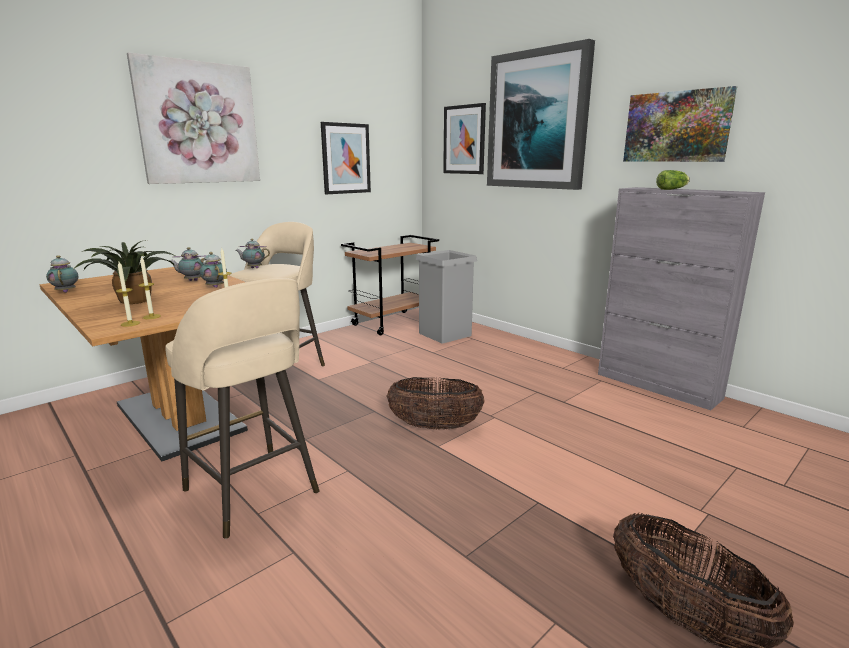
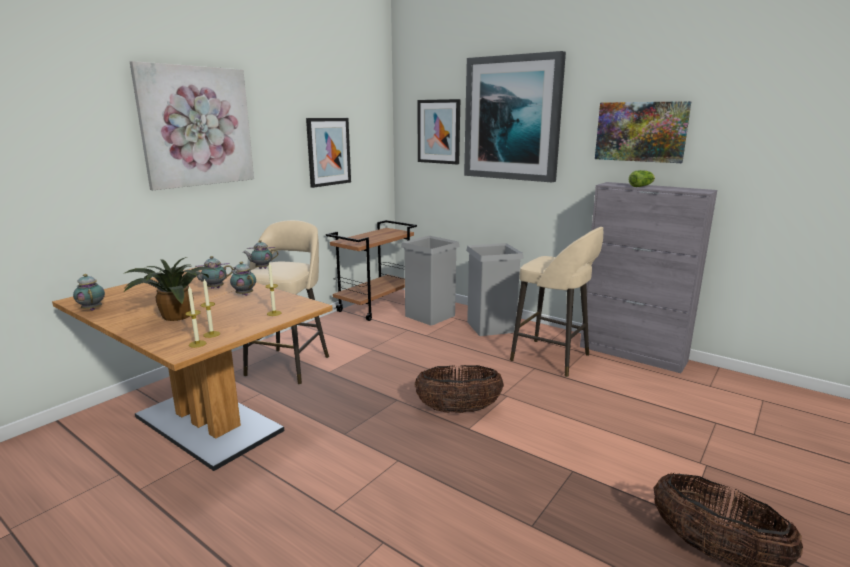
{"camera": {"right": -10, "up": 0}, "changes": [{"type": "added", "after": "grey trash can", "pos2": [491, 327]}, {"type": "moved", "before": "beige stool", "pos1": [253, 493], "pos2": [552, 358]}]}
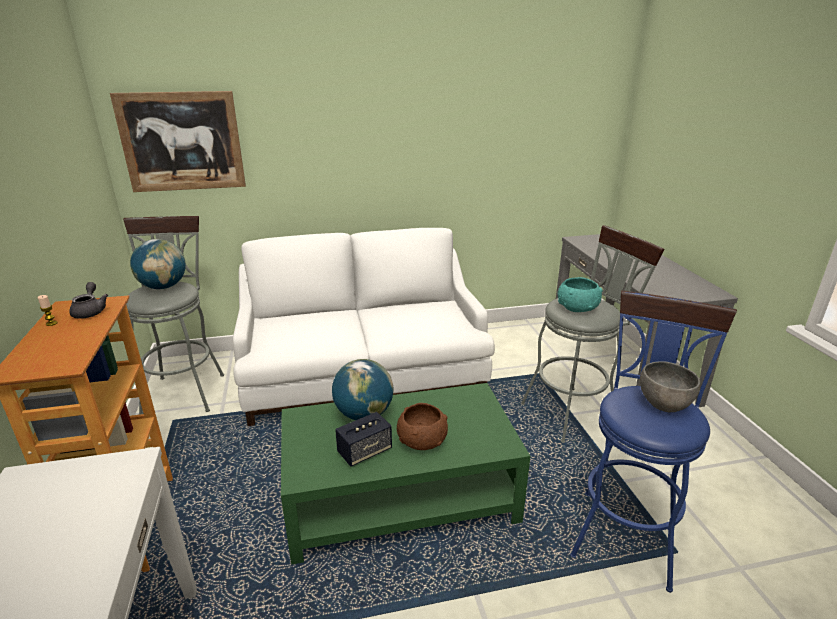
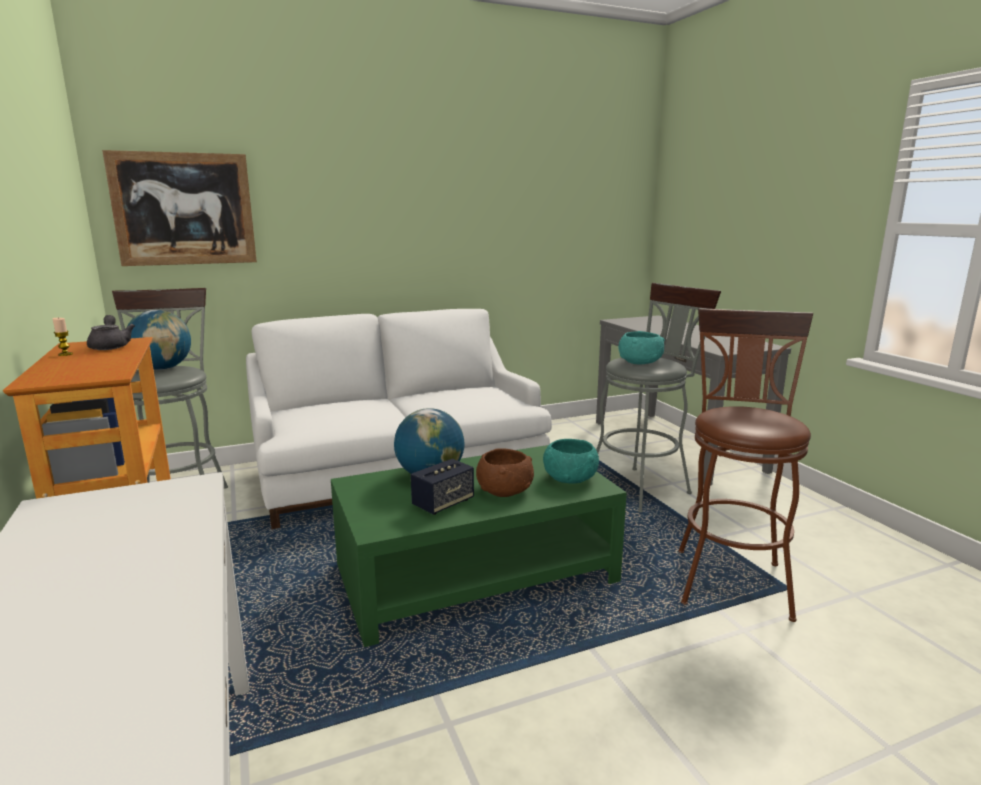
{"camera": {"right": -10, "up": -10}, "changes": [{"type": "added", "after": "turquoise bowl", "pos2": [570, 478]}, {"type": "recoloured", "before": "blue stool", "after": "brown stool", "pos1": [625, 530], "pos2": [730, 576]}, {"type": "removed", "before": "grey bowl", "pos1": [664, 405]}]}
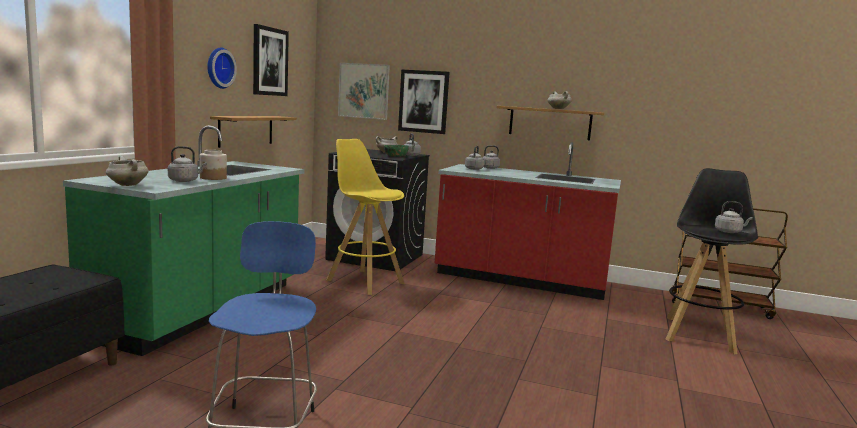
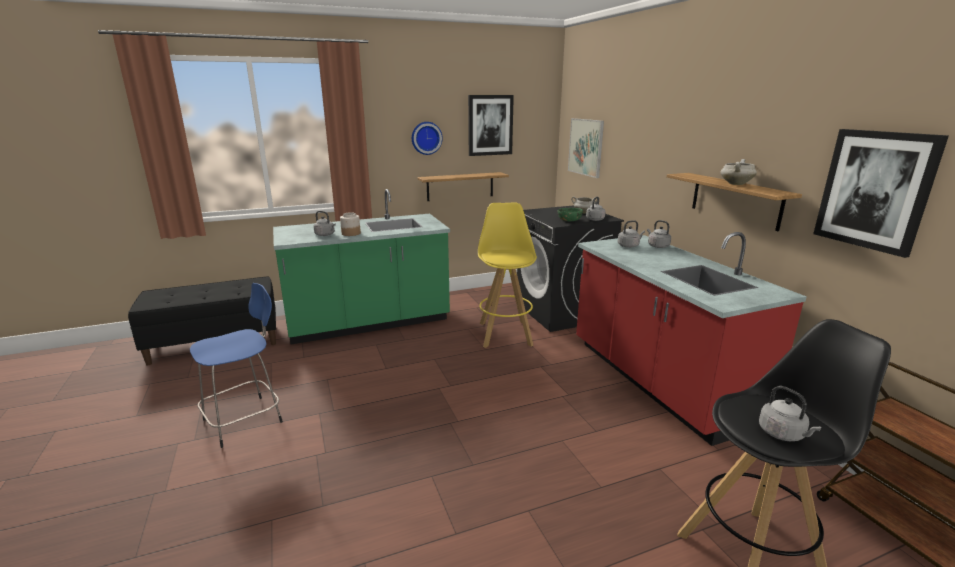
{"camera": {"right": 50, "up": 10}, "changes": [{"type": "moved", "before": "picture", "pos1": [423, 101], "pos2": [875, 190]}, {"type": "removed", "before": "white cooking pot", "pos1": [127, 185]}]}
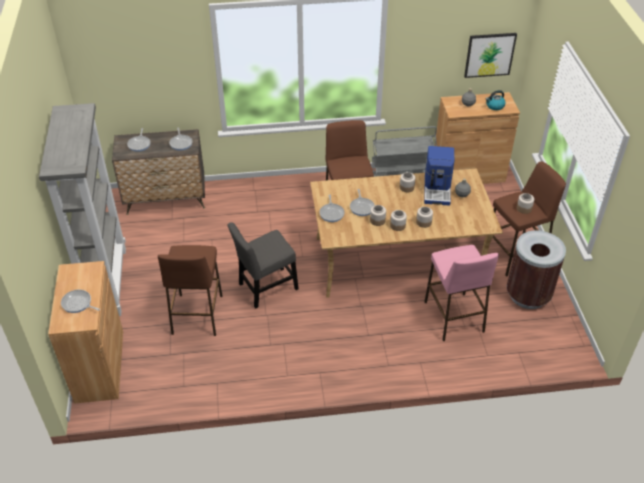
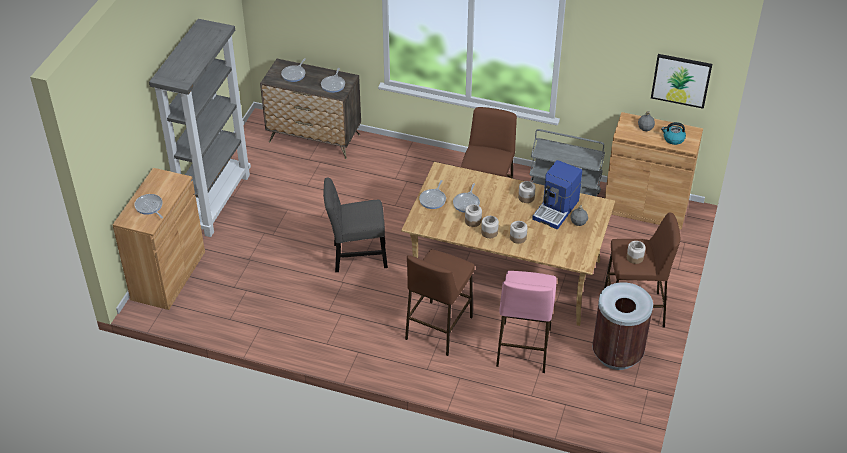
{"camera": {"right": 25, "up": 0}, "changes": [{"type": "moved", "before": "brown stool", "pos1": [197, 315], "pos2": [438, 328]}]}
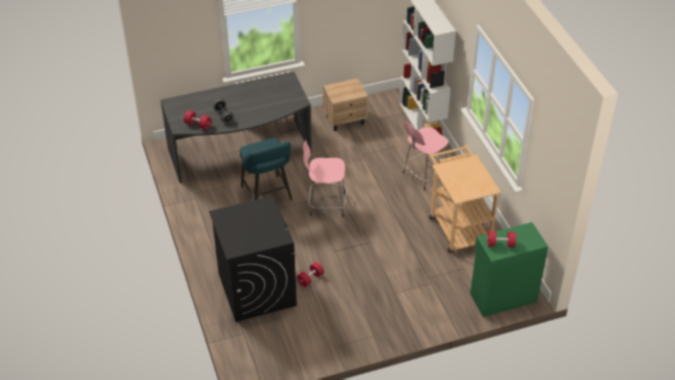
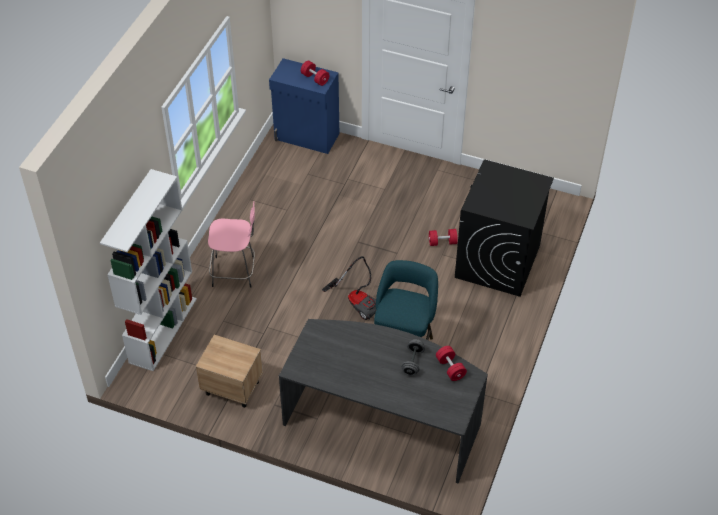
{"camera": {"right": -140, "up": 5}, "changes": [{"type": "recoloured", "before": "green cabinet", "after": "blue cabinet", "pos1": [502, 297], "pos2": [306, 137]}, {"type": "replaced", "before": "pink stool", "after": "vacuum cleaner", "pos1": [326, 204], "pos2": [357, 302]}, {"type": "removed", "before": "beige cart", "pos1": [457, 226]}]}
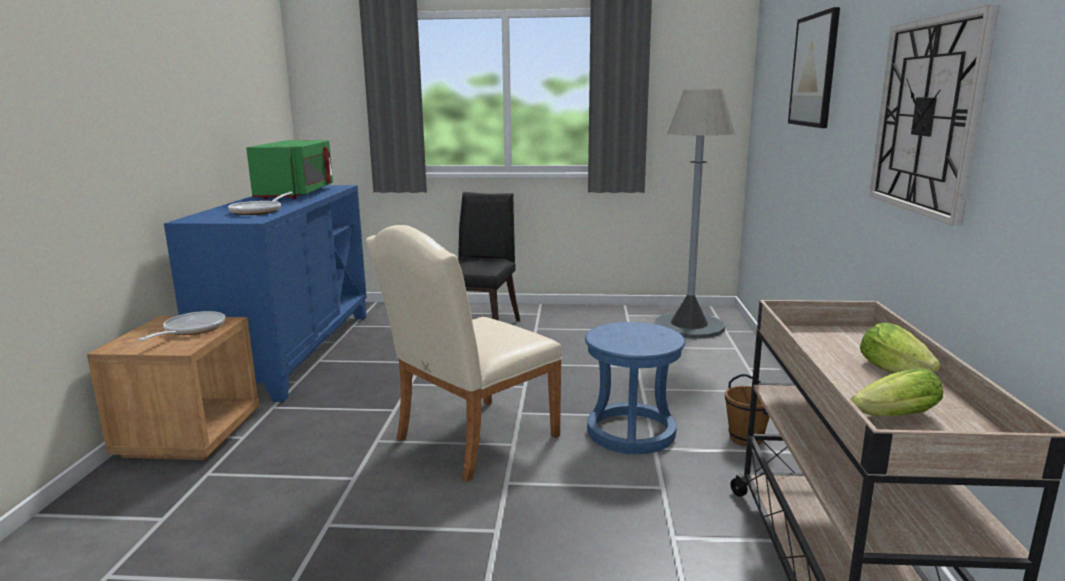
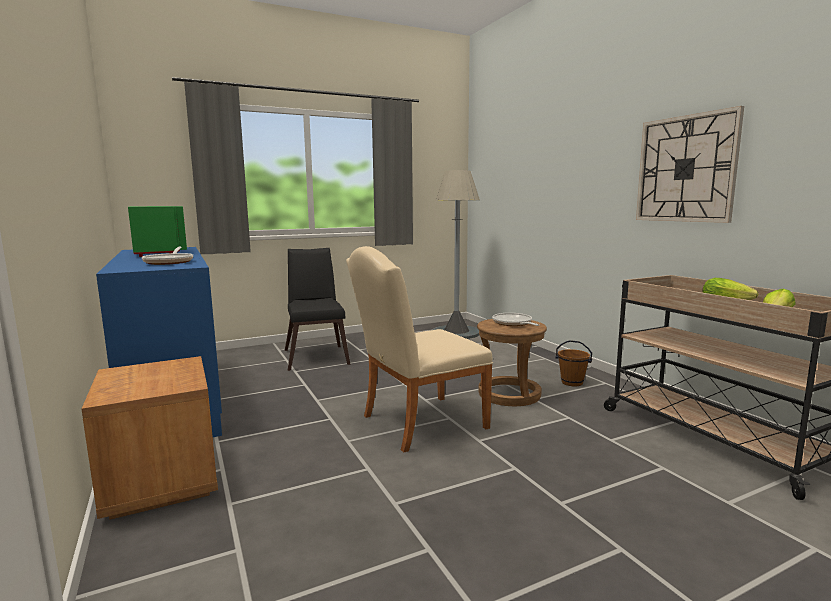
{"camera": {"right": -30, "up": -5}, "changes": [{"type": "turned", "before": "beige chair", "pos1": [469, 441], "pos2": [417, 423], "turn": 45}, {"type": "recoloured", "before": "blue stool", "after": "brown stool", "pos1": [631, 432], "pos2": [509, 394]}, {"type": "moved", "before": "frying pan", "pos1": [191, 330], "pos2": [513, 323]}, {"type": "removed", "before": "picture", "pos1": [814, 70]}]}
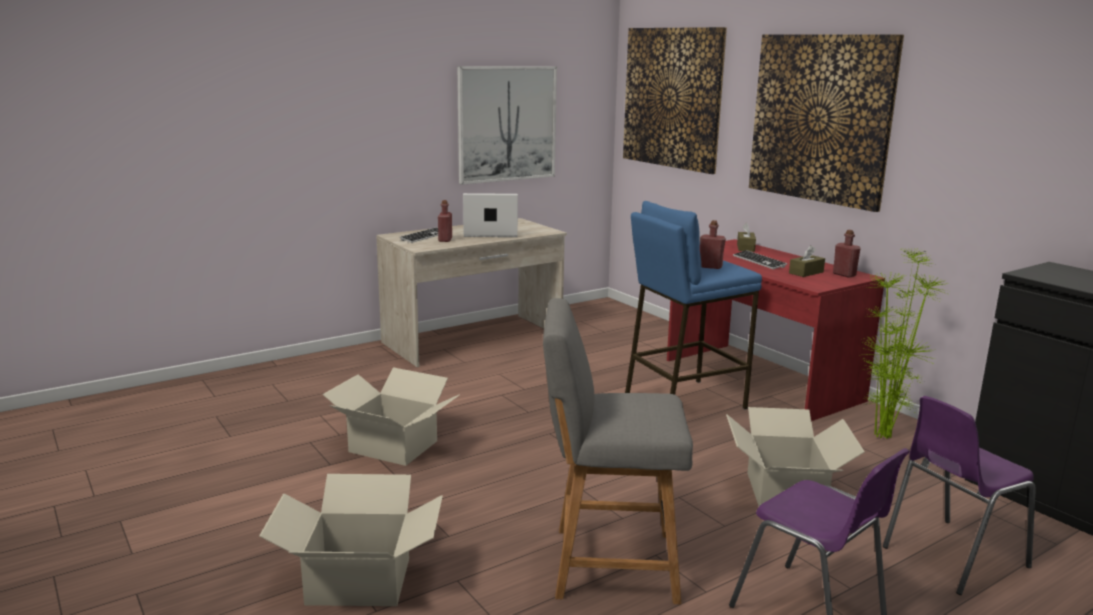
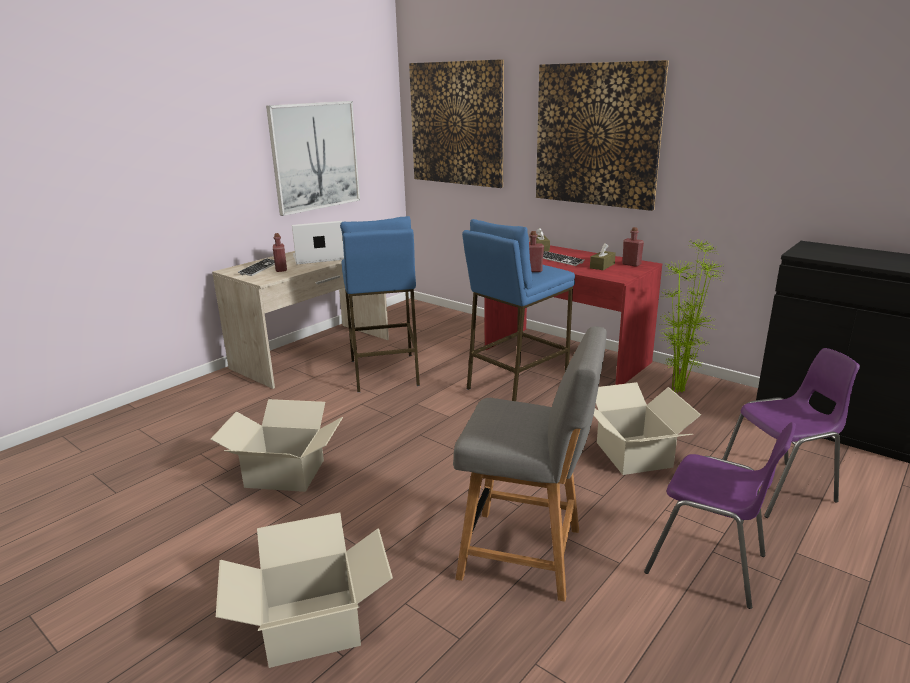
{"camera": {"right": -15, "up": 5}, "changes": [{"type": "added", "after": "blue stool", "pos2": [384, 372]}, {"type": "turned", "before": "grey chair", "pos1": [607, 564], "pos2": [527, 554], "turn": -150}, {"type": "turned", "before": "purple chair", "pos1": [951, 557], "pos2": [779, 488], "turn": -150}]}
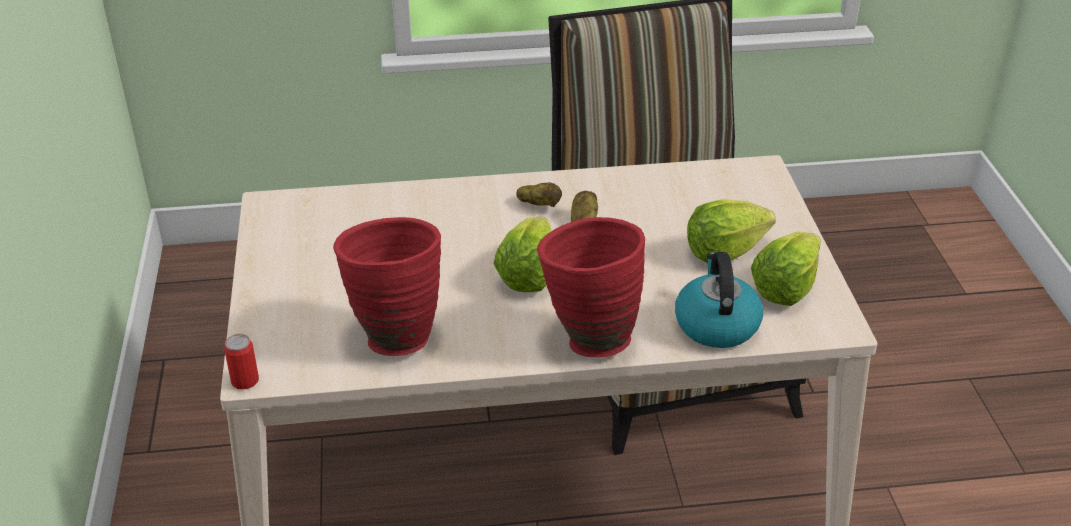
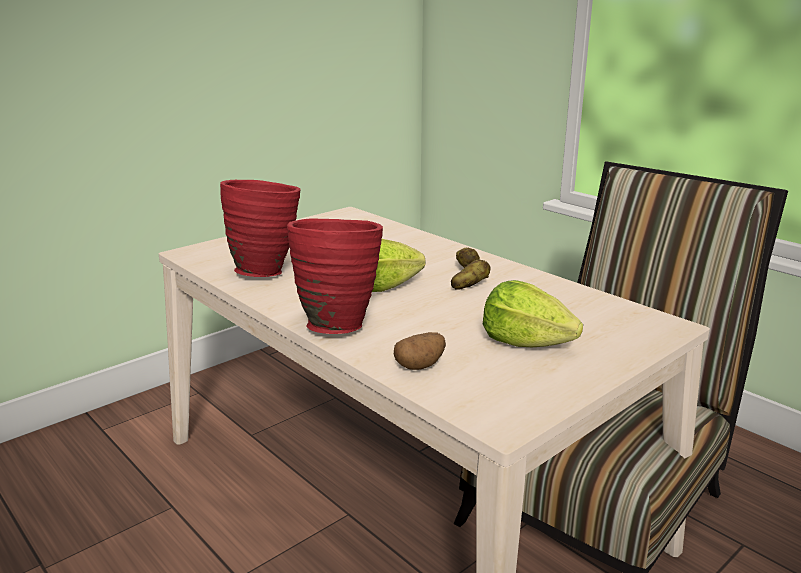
{"camera": {"right": 55, "up": -15}, "changes": [{"type": "replaced", "before": "kettle", "after": "potato", "pos1": [716, 324], "pos2": [420, 365]}, {"type": "removed", "before": "can", "pos1": [245, 381]}, {"type": "removed", "before": "lettuce", "pos1": [785, 288]}]}
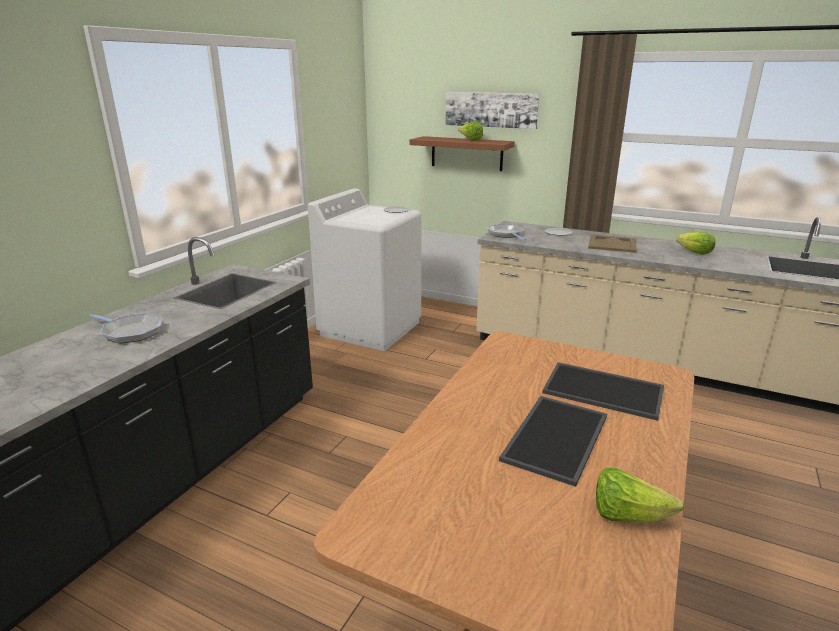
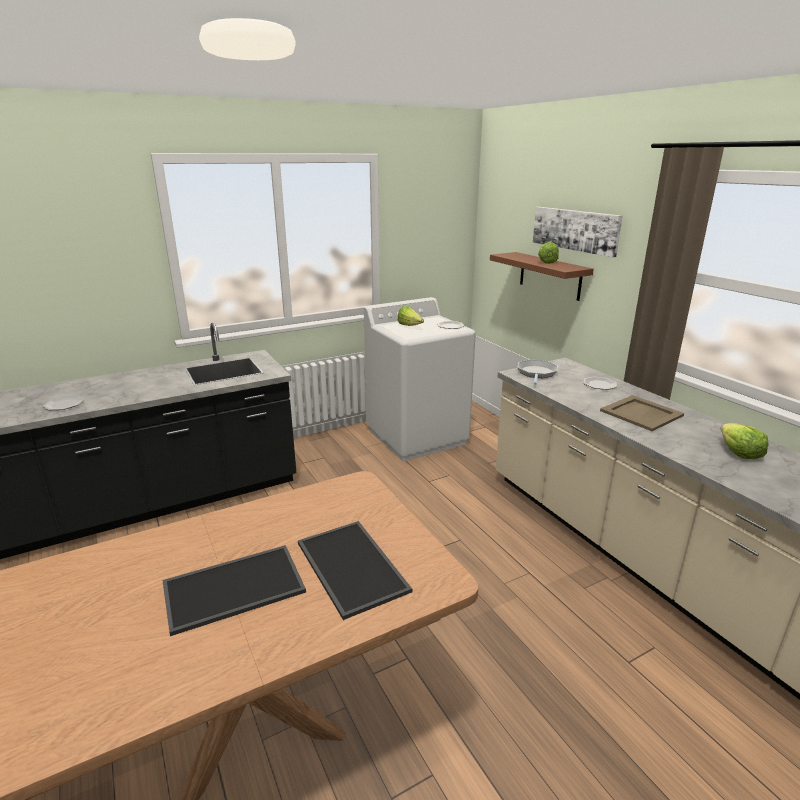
{"camera": {"right": 35, "up": 0}, "changes": [{"type": "added", "after": "plate", "pos2": [64, 404]}, {"type": "moved", "before": "lettuce", "pos1": [627, 515], "pos2": [410, 326]}, {"type": "removed", "before": "frying pan", "pos1": [130, 332]}]}
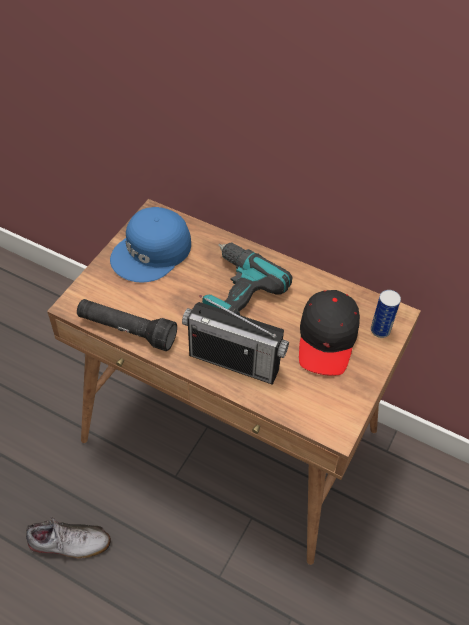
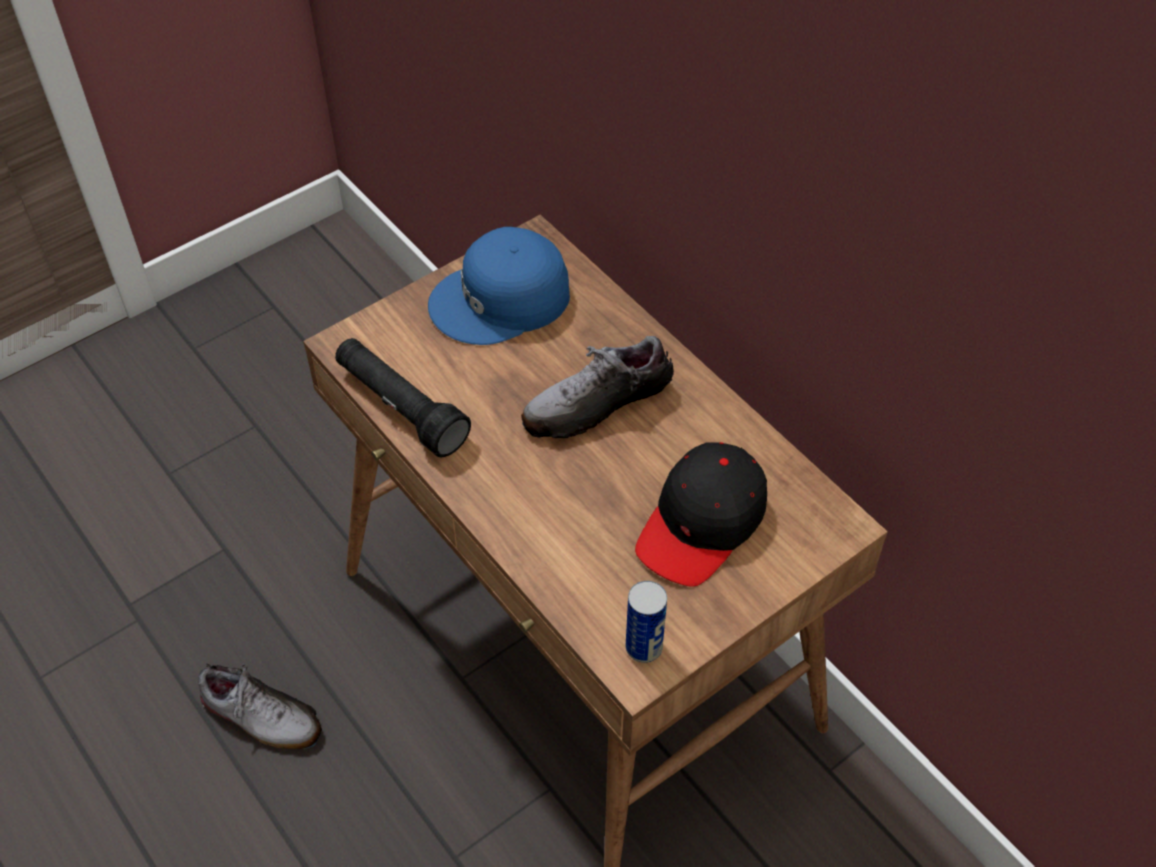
{"camera": {"right": 25, "up": 0}, "changes": [{"type": "replaced", "before": "power drill", "after": "shoe", "pos1": [236, 293], "pos2": [596, 404]}, {"type": "moved", "before": "can", "pos1": [380, 330], "pos2": [643, 647]}, {"type": "removed", "before": "radio", "pos1": [234, 361]}]}
